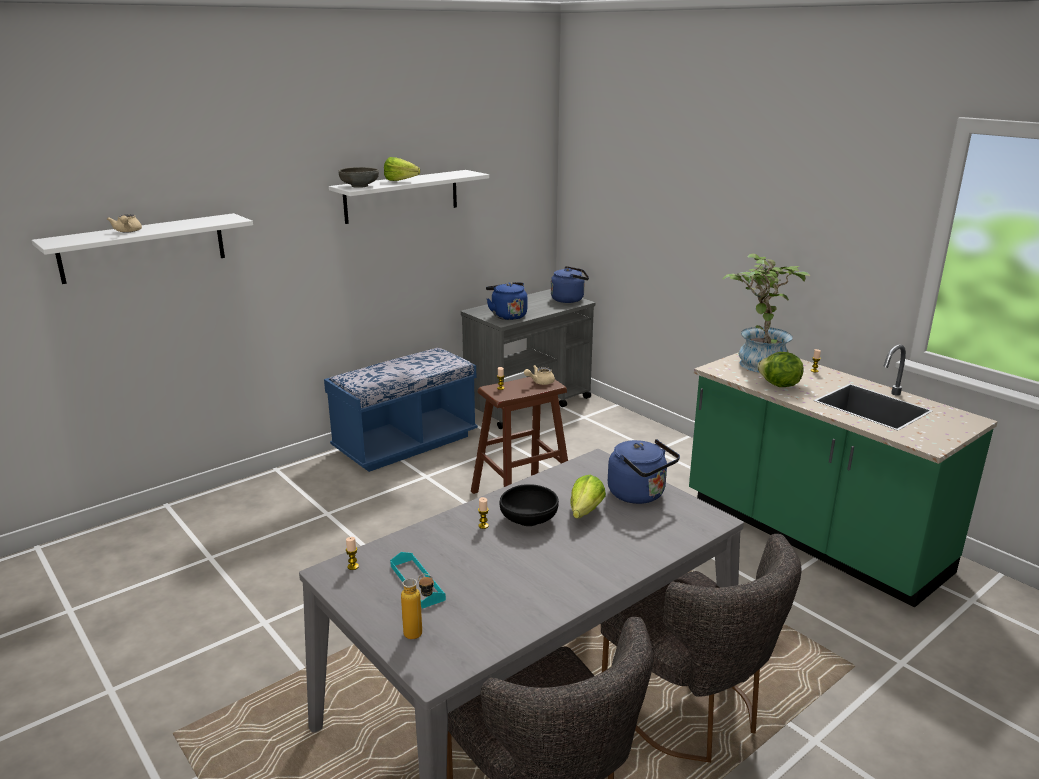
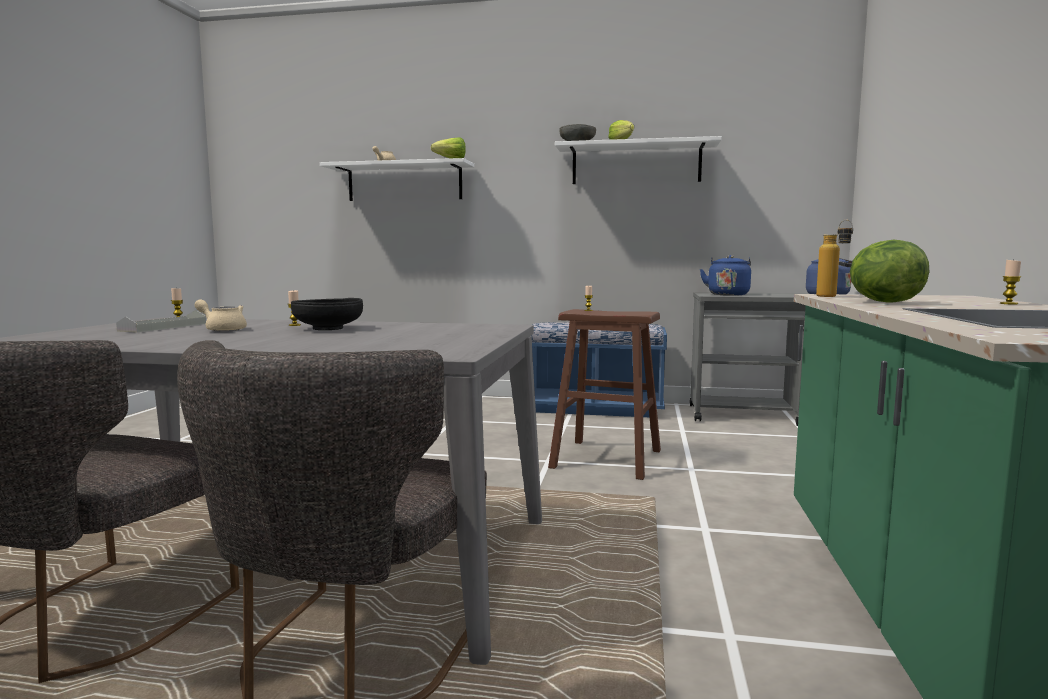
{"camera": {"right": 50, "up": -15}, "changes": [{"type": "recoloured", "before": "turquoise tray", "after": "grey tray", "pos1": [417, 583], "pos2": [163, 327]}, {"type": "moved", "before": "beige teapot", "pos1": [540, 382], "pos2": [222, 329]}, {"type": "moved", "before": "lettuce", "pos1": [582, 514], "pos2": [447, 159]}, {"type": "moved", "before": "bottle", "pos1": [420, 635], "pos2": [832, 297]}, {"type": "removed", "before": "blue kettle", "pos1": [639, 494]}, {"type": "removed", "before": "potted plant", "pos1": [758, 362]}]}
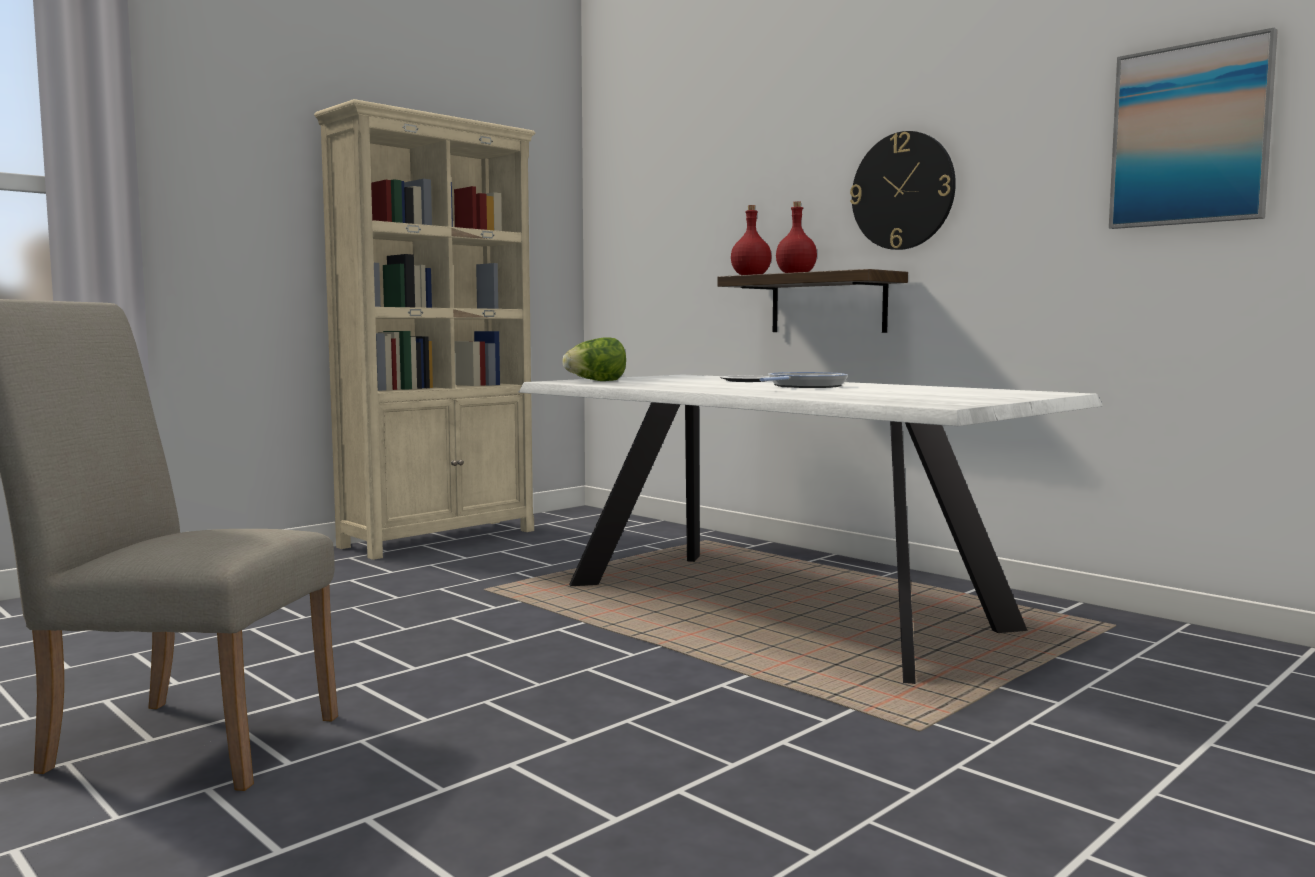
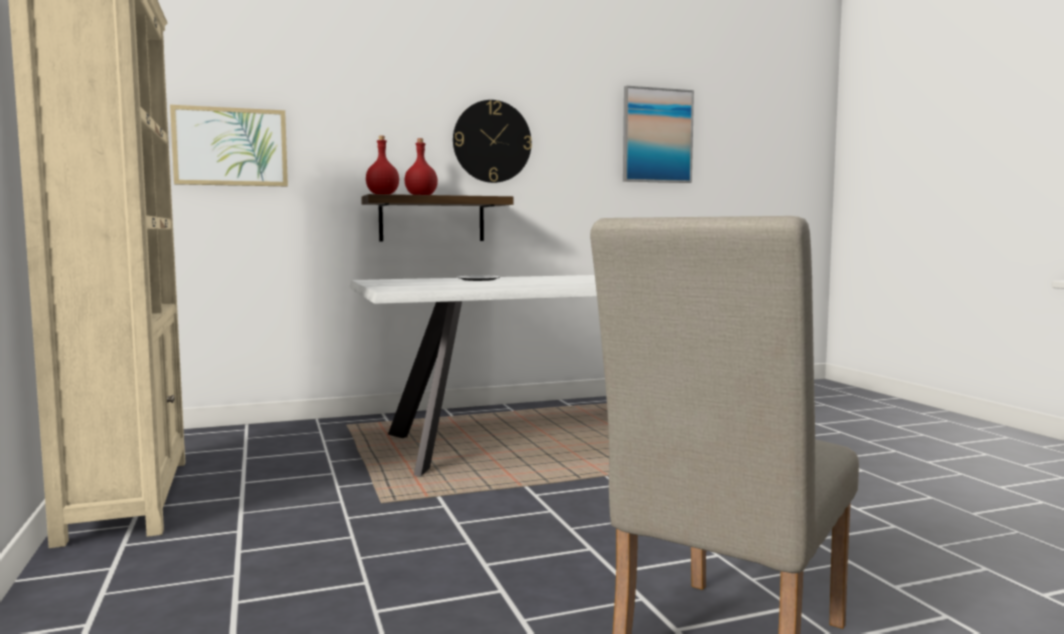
{"camera": {"right": -65, "up": 0}, "changes": [{"type": "added", "after": "picture", "pos2": [230, 147]}, {"type": "removed", "before": "lettuce", "pos1": [596, 381]}, {"type": "removed", "before": "frying pan", "pos1": [804, 386]}]}
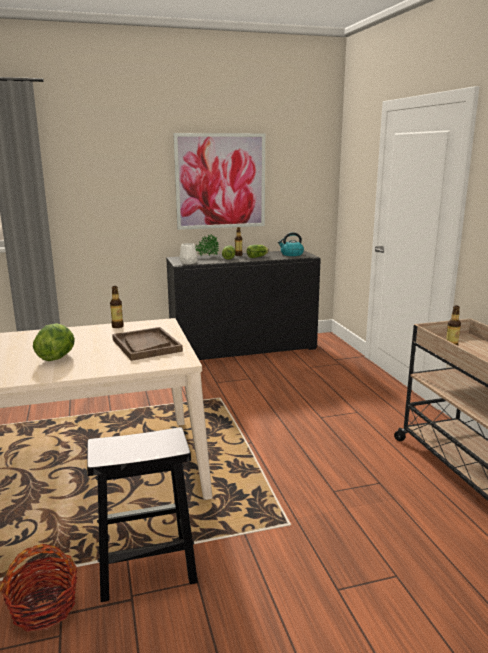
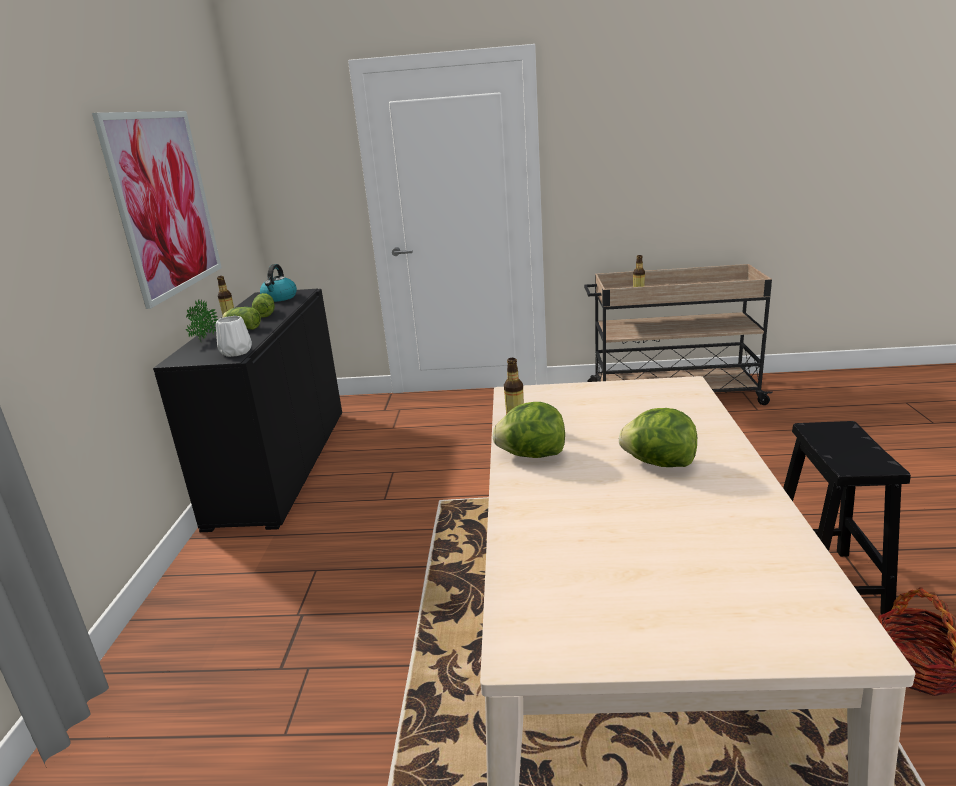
{"camera": {"right": -70, "up": 5}, "changes": [{"type": "added", "after": "lettuce", "pos2": [531, 455]}, {"type": "removed", "before": "brown tray", "pos1": [146, 345]}]}
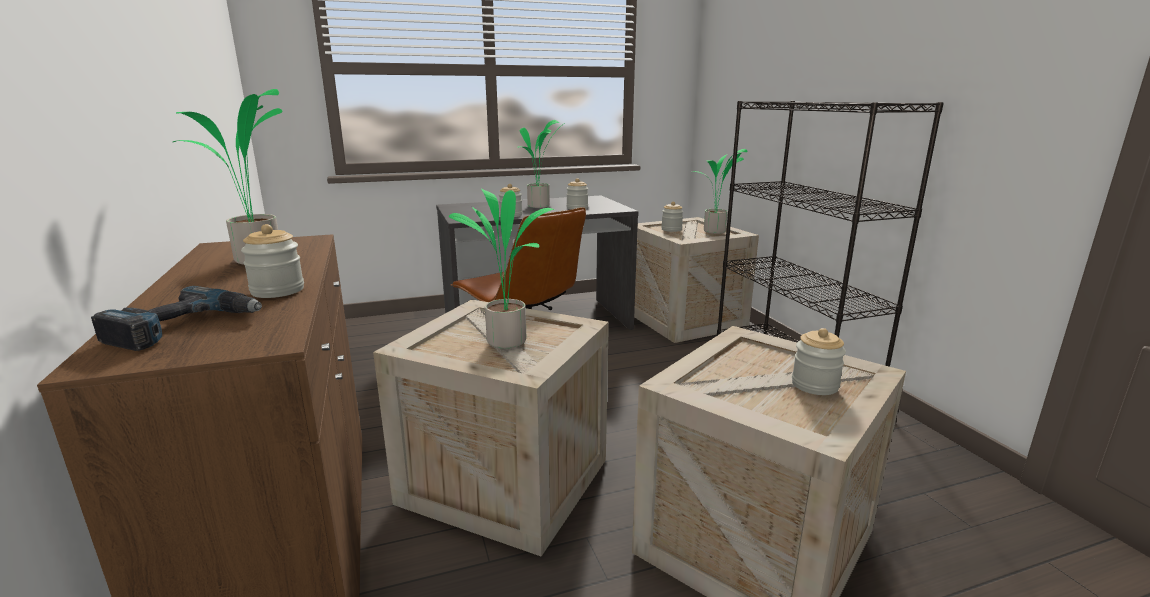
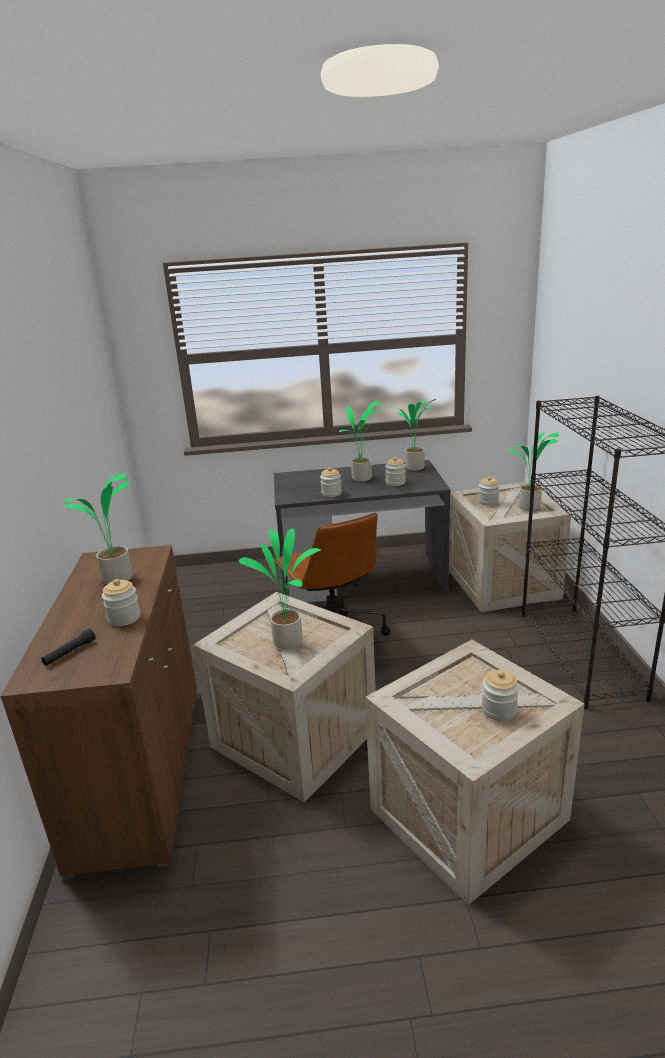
{"camera": {"right": 15, "up": 5}, "changes": [{"type": "replaced", "before": "power drill", "after": "black flashlight", "pos1": [185, 327], "pos2": [70, 653]}, {"type": "added", "after": "potted plant", "pos2": [414, 468]}]}
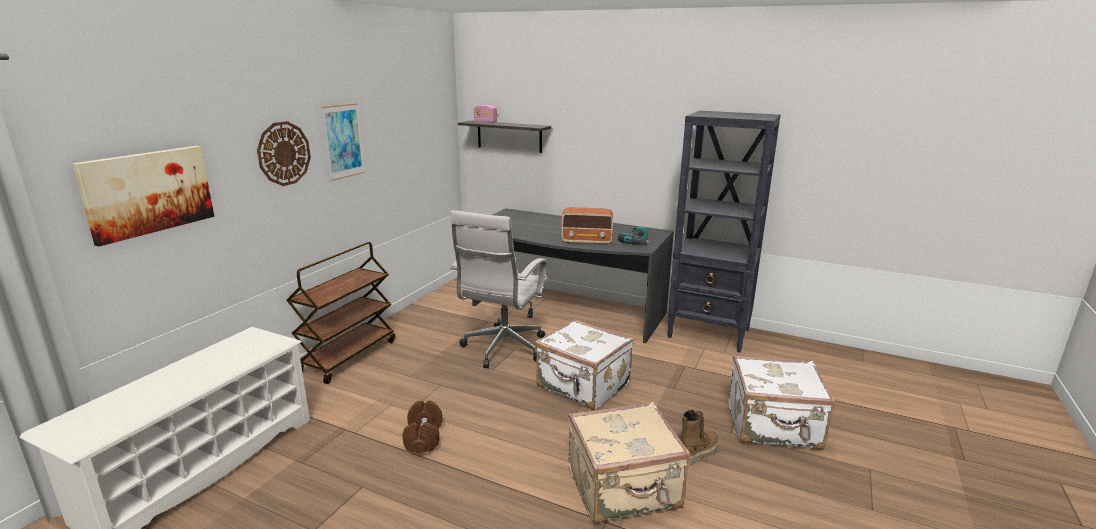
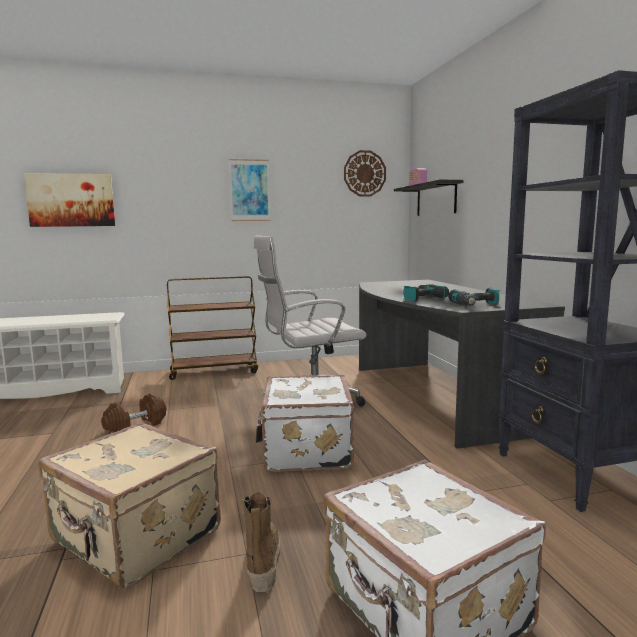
{"camera": {"right": 50, "up": -10}, "changes": [{"type": "turned", "before": "boot", "pos1": [697, 453], "pos2": [262, 562], "turn": -105}, {"type": "moved", "before": "wall clock", "pos1": [284, 153], "pos2": [364, 173]}, {"type": "replaced", "before": "radio", "after": "power drill", "pos1": [587, 241], "pos2": [421, 298]}]}
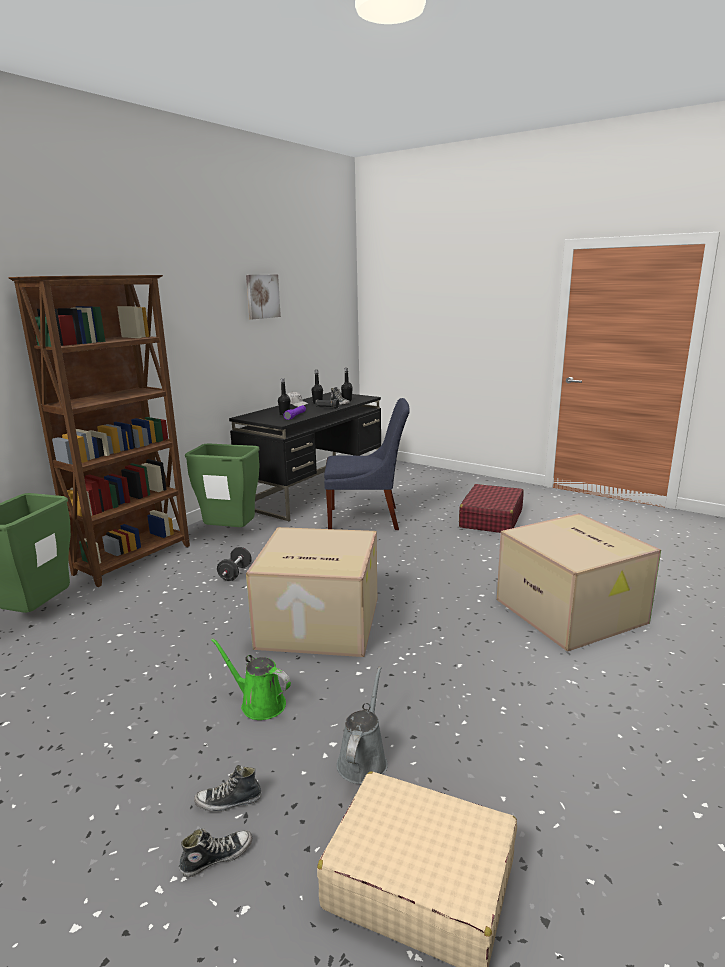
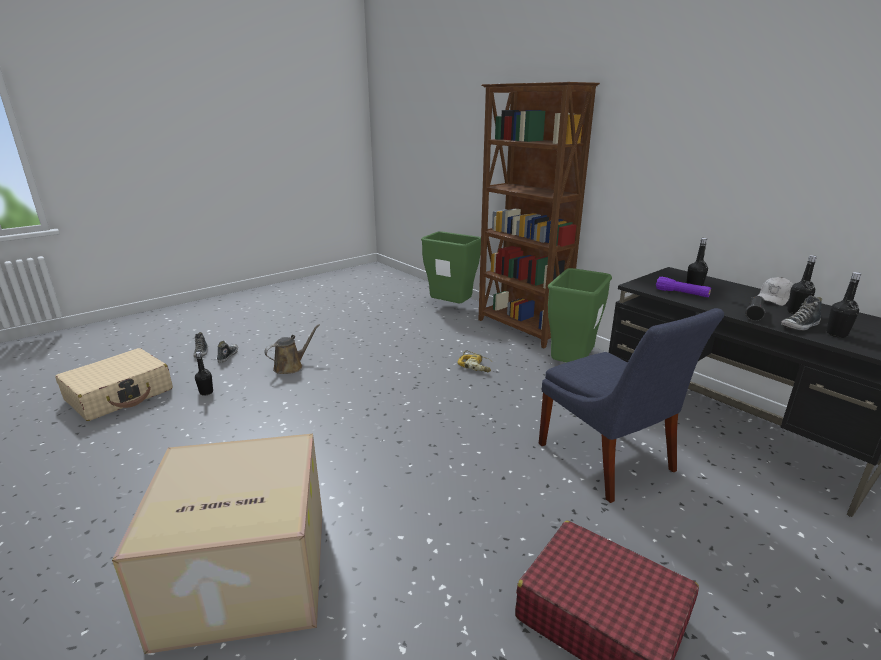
{"camera": {"right": 105, "up": 5}, "changes": [{"type": "replaced", "before": "grey watering can", "after": "black bottle", "pos1": [363, 759], "pos2": [206, 392]}, {"type": "recoloured", "before": "green watering can", "after": "brown watering can", "pos1": [259, 703], "pos2": [291, 366]}, {"type": "replaced", "before": "black dumbbell", "after": "power drill", "pos1": [235, 573], "pos2": [476, 365]}, {"type": "turned", "before": "blue chair", "pos1": [367, 519], "pos2": [608, 461], "turn": -45}, {"type": "removed", "before": "picture", "pos1": [262, 296]}, {"type": "removed", "before": "cardboard box", "pos1": [317, 623]}]}
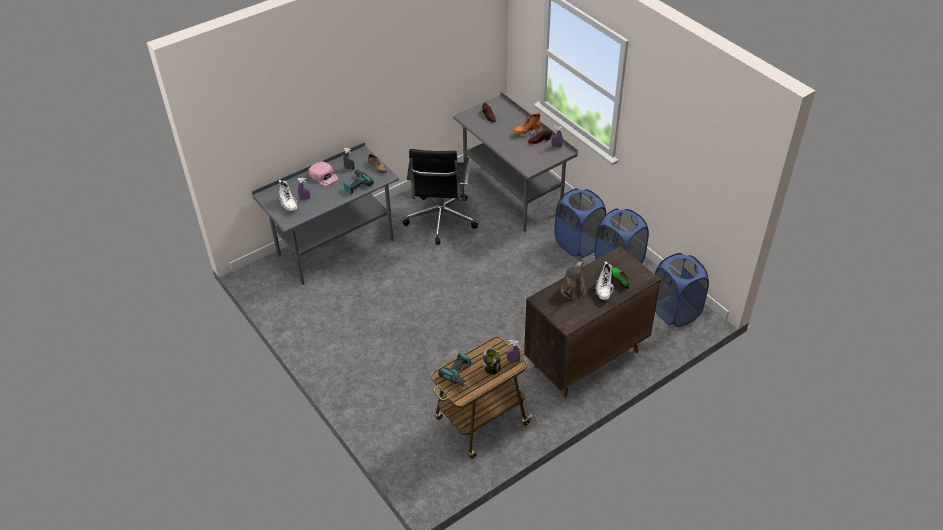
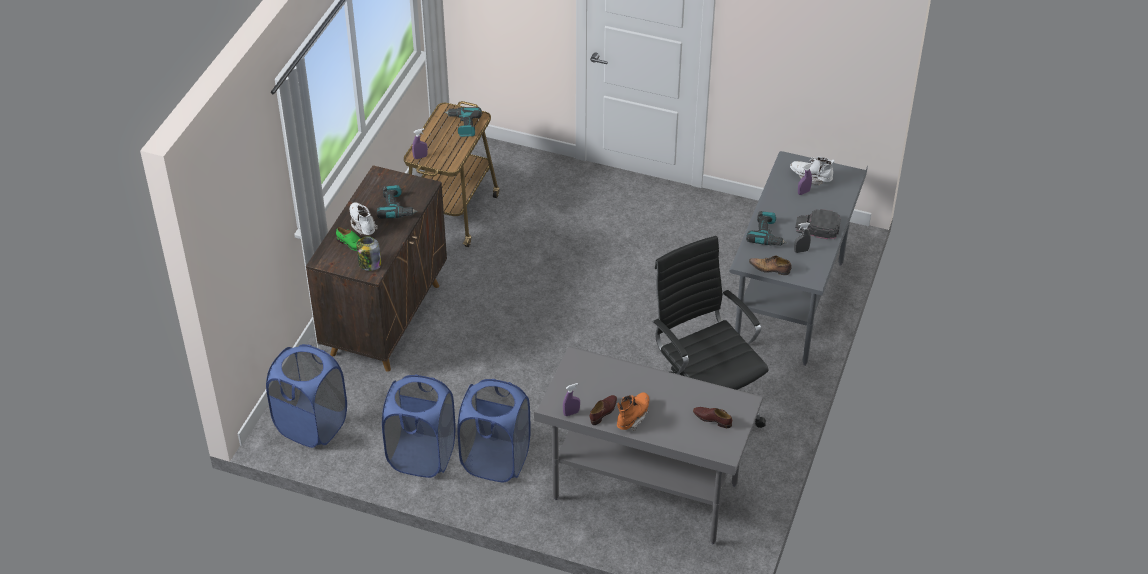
{"camera": {"right": 145, "up": 0}, "changes": [{"type": "moved", "before": "jar", "pos1": [492, 367], "pos2": [369, 264]}, {"type": "replaced", "before": "brown watering can", "after": "power drill", "pos1": [572, 292], "pos2": [396, 208]}, {"type": "recoloured", "before": "pink cap", "after": "black cap", "pos1": [324, 176], "pos2": [817, 227]}]}
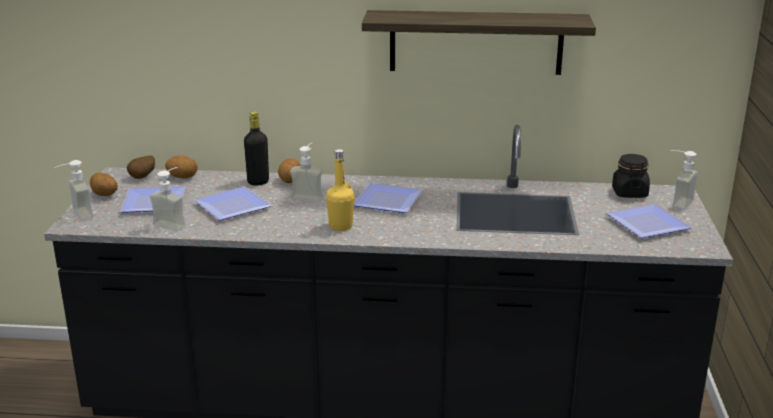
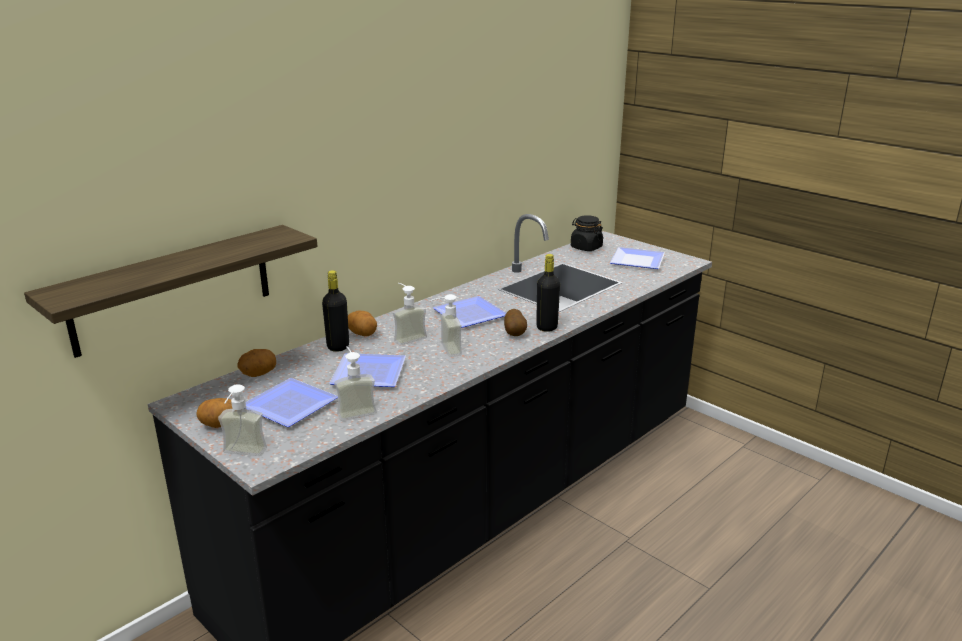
{"camera": {"right": -50, "up": 0}, "changes": [{"type": "moved", "before": "shelf", "pos1": [476, 42], "pos2": [172, 289]}, {"type": "moved", "before": "soap dispenser", "pos1": [676, 202], "pos2": [444, 350]}, {"type": "moved", "before": "potato", "pos1": [143, 177], "pos2": [515, 334]}, {"type": "added", "after": "black bottle", "pos2": [546, 327]}, {"type": "removed", "before": "yellow bottle", "pos1": [340, 226]}]}
